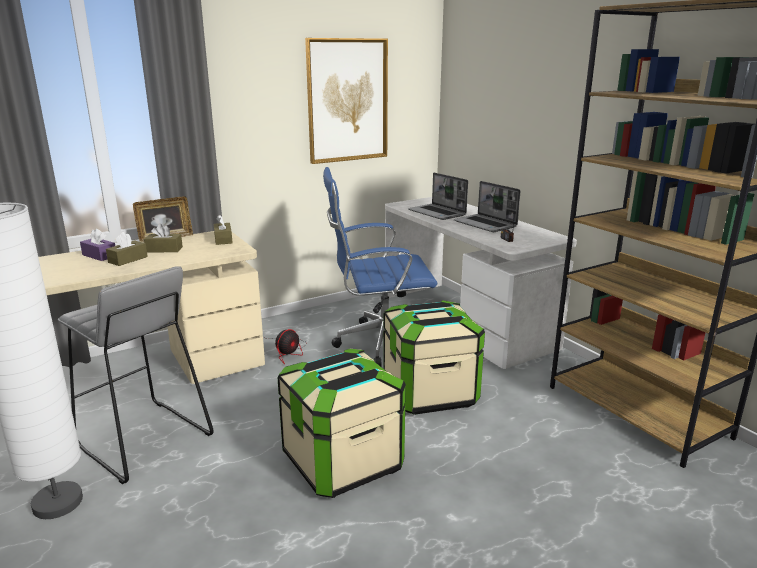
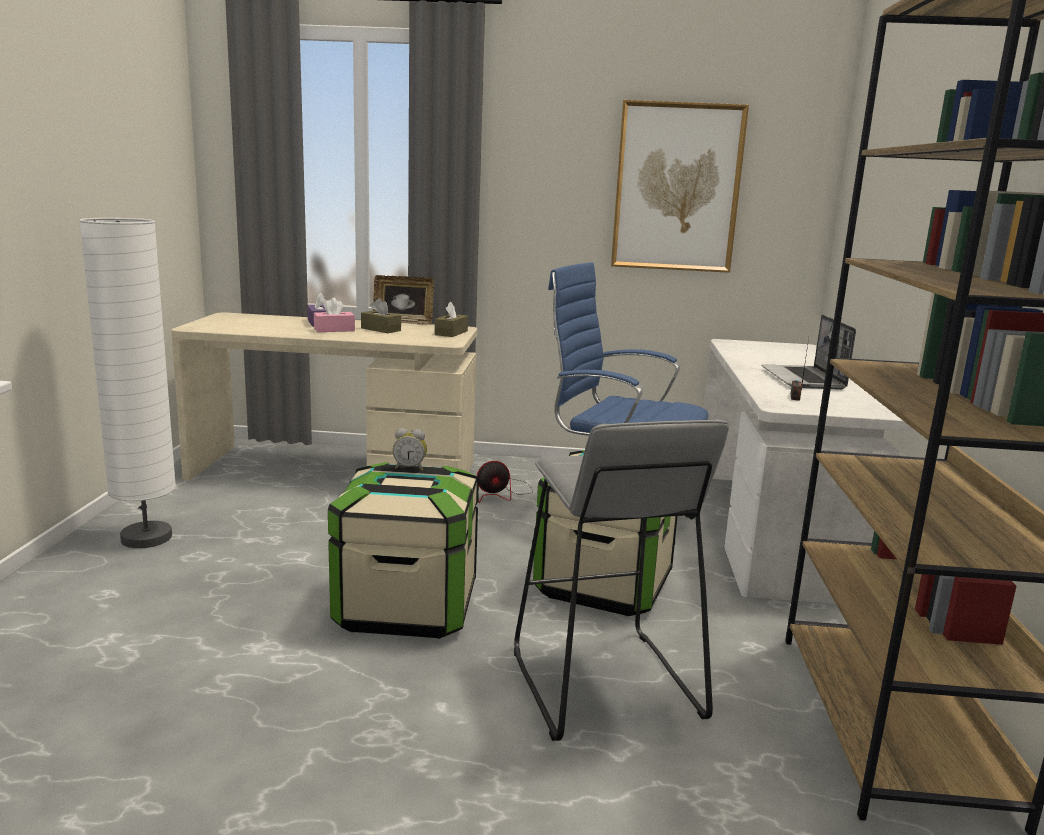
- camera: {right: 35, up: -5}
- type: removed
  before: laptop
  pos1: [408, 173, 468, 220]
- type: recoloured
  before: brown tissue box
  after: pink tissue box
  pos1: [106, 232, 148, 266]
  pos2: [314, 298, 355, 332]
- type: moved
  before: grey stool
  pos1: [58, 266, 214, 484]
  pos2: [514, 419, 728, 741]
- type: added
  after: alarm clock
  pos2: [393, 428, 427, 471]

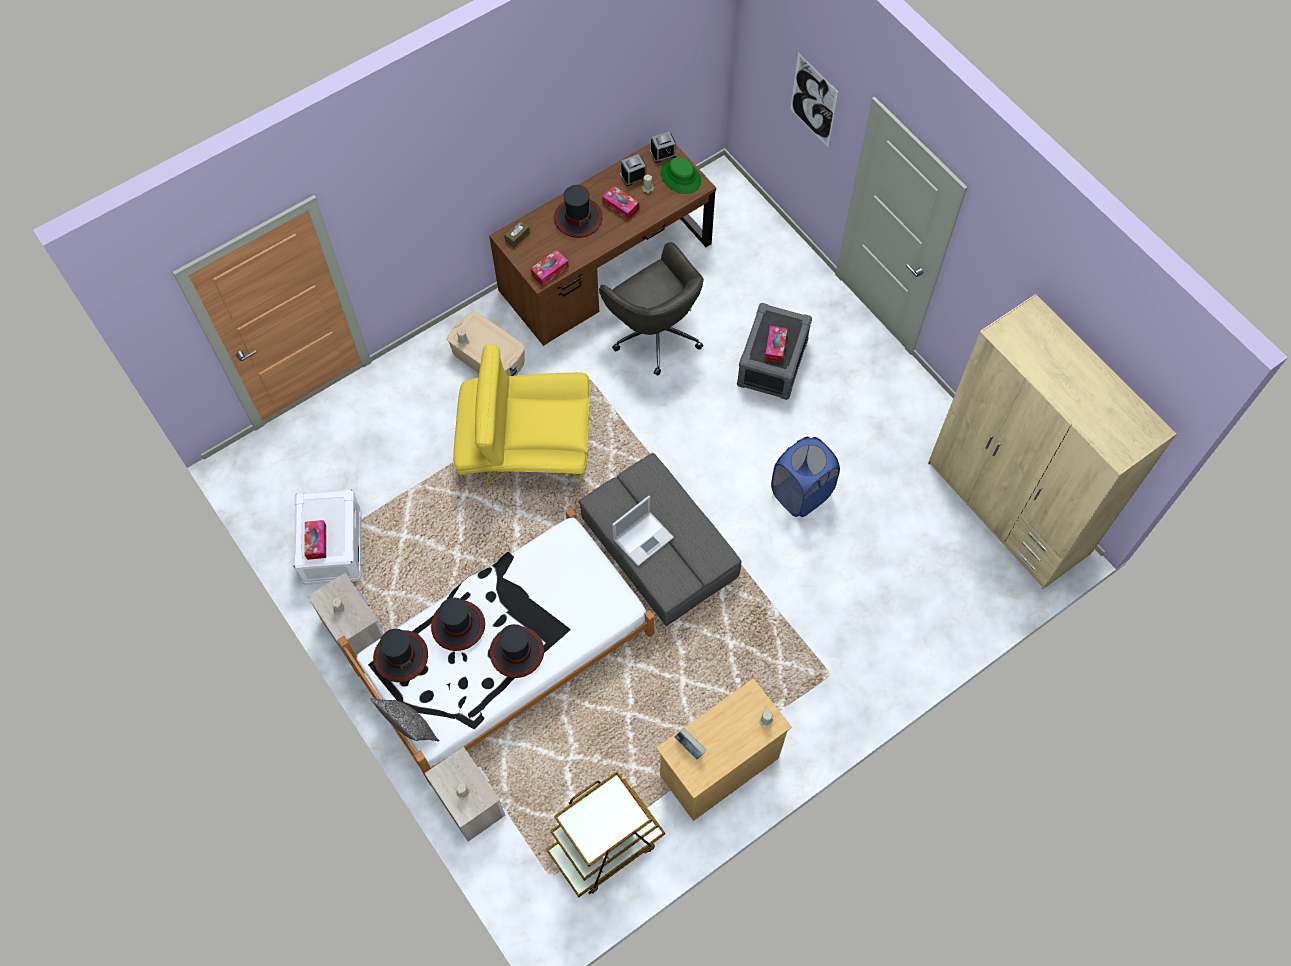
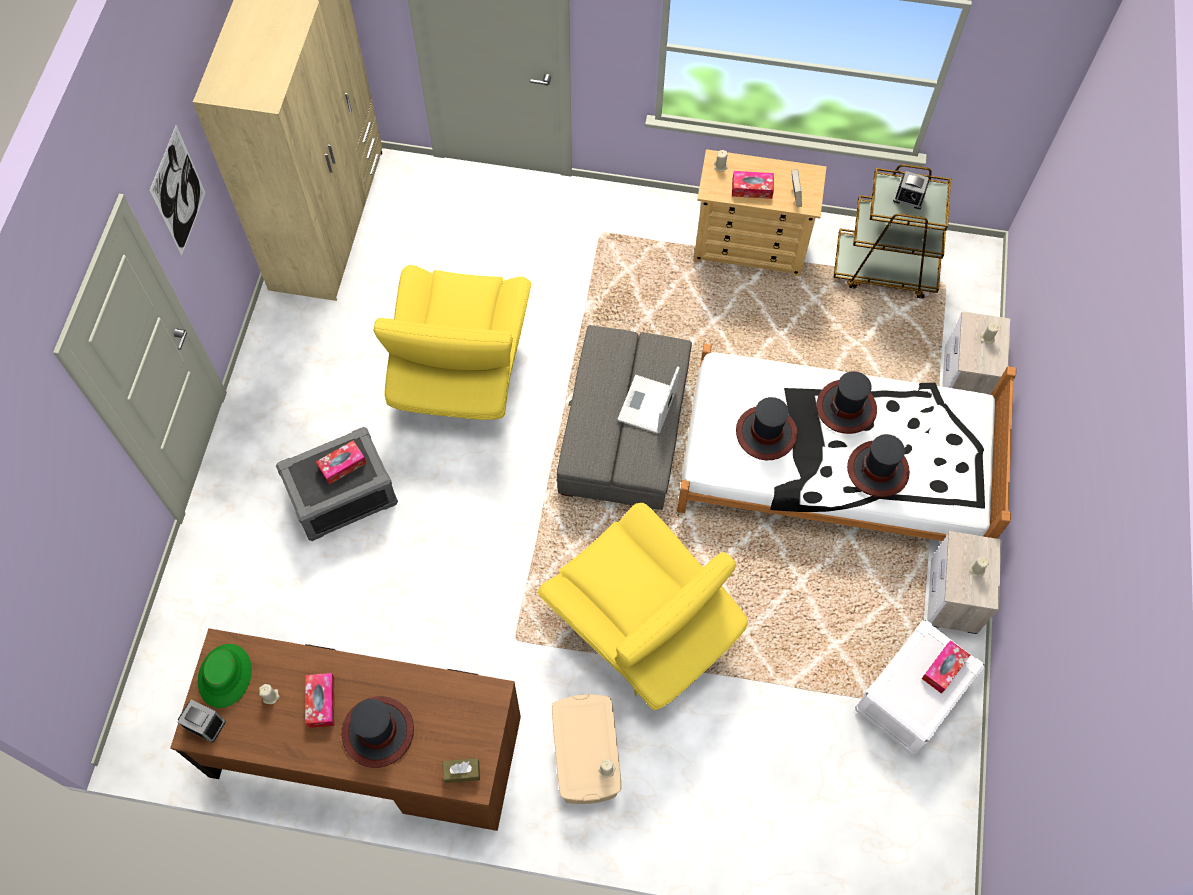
- camera: {right: -135, up: 0}
- type: moved
  before: picture
  pos1: [791, 52, 838, 147]
  pos2: [150, 125, 205, 256]
- type: moved
  before: alarm clock
  pos1: [620, 154, 646, 186]
  pos2: [893, 171, 929, 209]
- type: removed
  before: grey office chair
  pos1: [599, 242, 704, 376]
- type: moved
  before: tissue box
  pos1: [530, 250, 569, 286]
  pos2: [732, 171, 774, 199]
- type: replaced
  before: blue laundry basket
  after: yellow armchair
  pos1: [771, 437, 840, 517]
  pos2: [374, 265, 531, 420]
- type: turned
  before: laptop
  pos1: [612, 496, 674, 566]
  pos2: [617, 366, 680, 433]
  turn: -75
- type: moved
  before: hat
  pos1: [373, 629, 428, 682]
  pos2: [736, 397, 798, 460]
- type: removed
  before: pillow
  pos1: [371, 698, 440, 742]

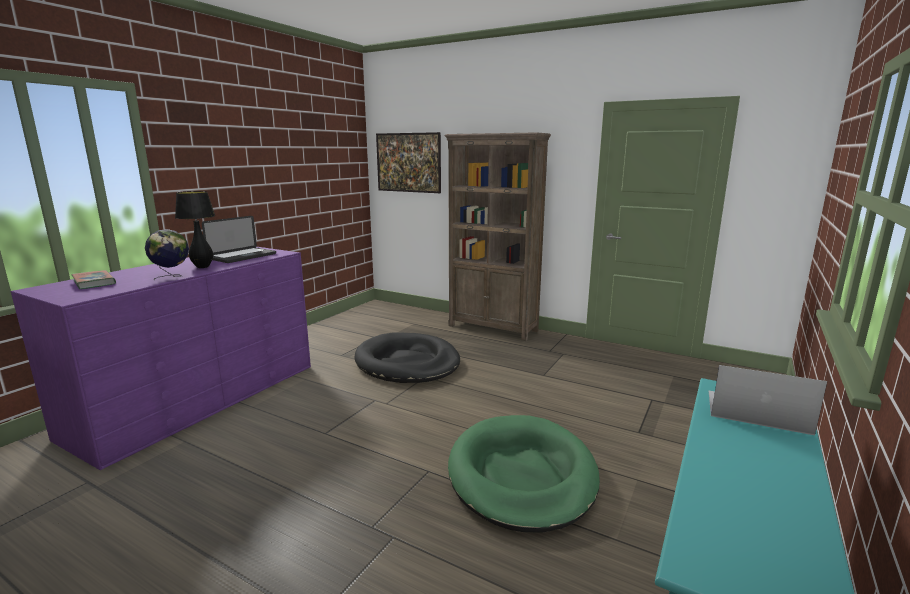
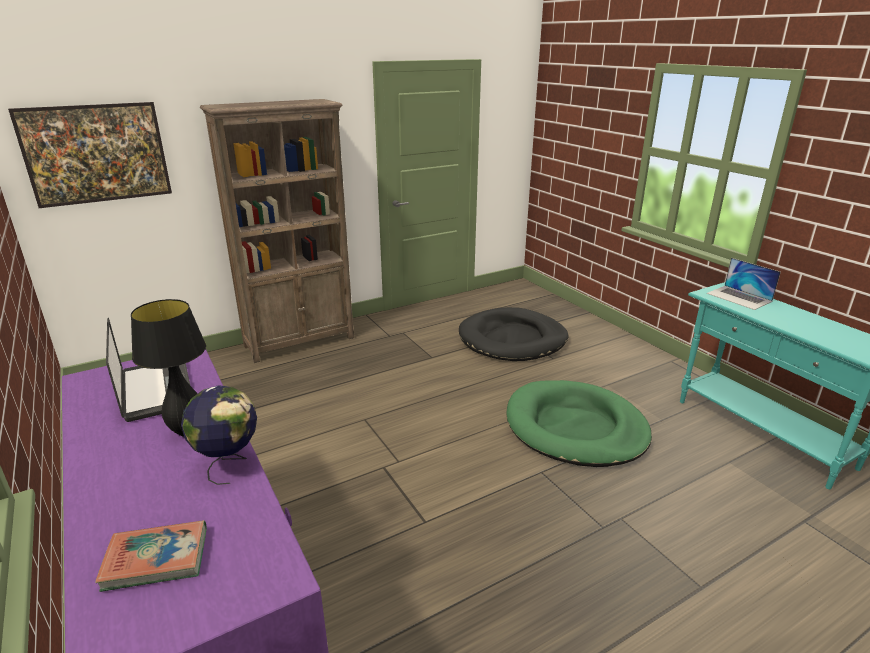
- camera: {right: -60, up: 10}
- type: moved
  before: black dog bed
  pos1: [354, 332, 460, 383]
  pos2: [459, 307, 568, 361]
- type: turned
  before: laptop
  pos1: [709, 365, 827, 435]
  pos2: [707, 258, 781, 310]
  turn: -90

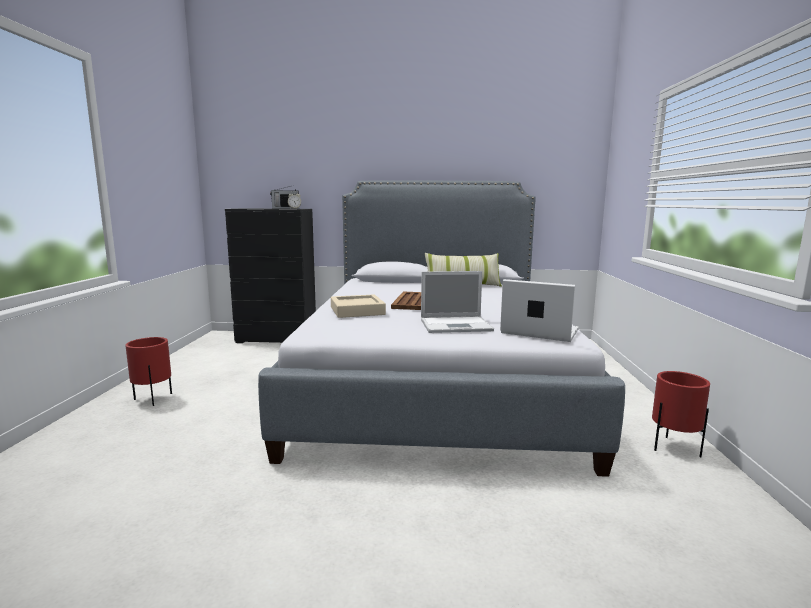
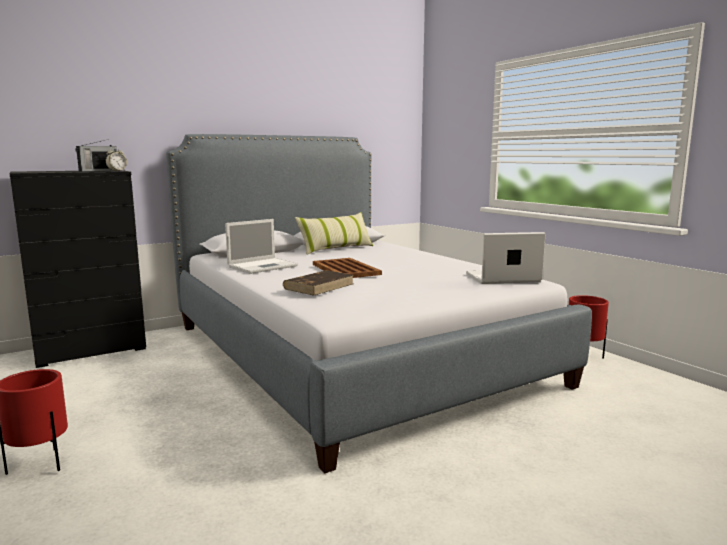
- camera: {right: -35, up: 0}
- type: moved
  before: laptop
  pos1: [421, 271, 494, 333]
  pos2: [225, 219, 298, 274]
- type: replaced
  before: beige tray
  after: brown book
  pos1: [331, 294, 386, 318]
  pos2: [283, 270, 353, 296]

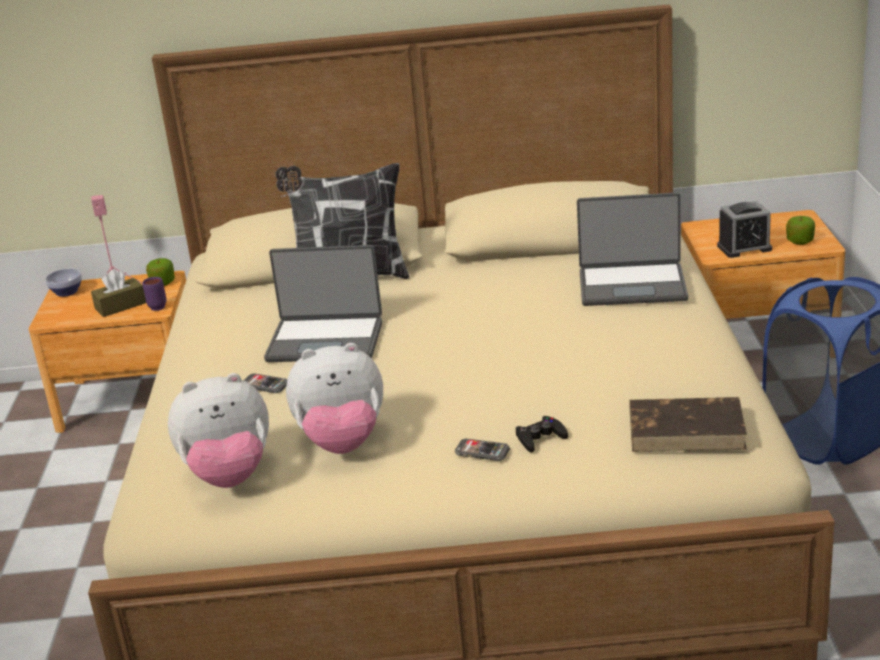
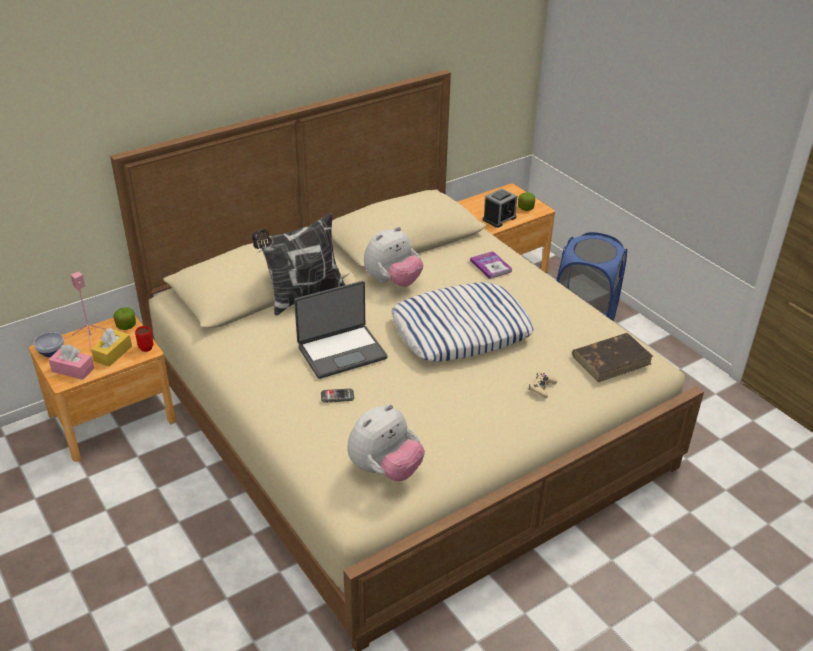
- camera: {right: -35, up: 10}
- type: replaced
  before: laptop
  after: book
  pos1: [577, 193, 688, 306]
  pos2: [470, 251, 512, 279]
- type: recoloured
  before: brown tissue box
  after: yellow tissue box
  pos1: [91, 269, 146, 317]
  pos2: [91, 328, 132, 367]
- type: recoloured
  before: purple mug
  after: red mug
  pos1: [143, 277, 167, 311]
  pos2: [135, 326, 154, 352]
- type: moved
  before: plush toy
  pos1: [286, 343, 383, 454]
  pos2: [364, 226, 423, 287]
- type: recoloured
  before: black game controller
  after: beige game controller
  pos1: [515, 416, 568, 452]
  pos2: [529, 373, 557, 398]
- type: removed
  before: phone
  pos1: [455, 439, 510, 461]
- type: added
  after: pillow
  pos2: [391, 282, 534, 362]
- type: added
  after: pink tissue box
  pos2: [49, 344, 94, 380]

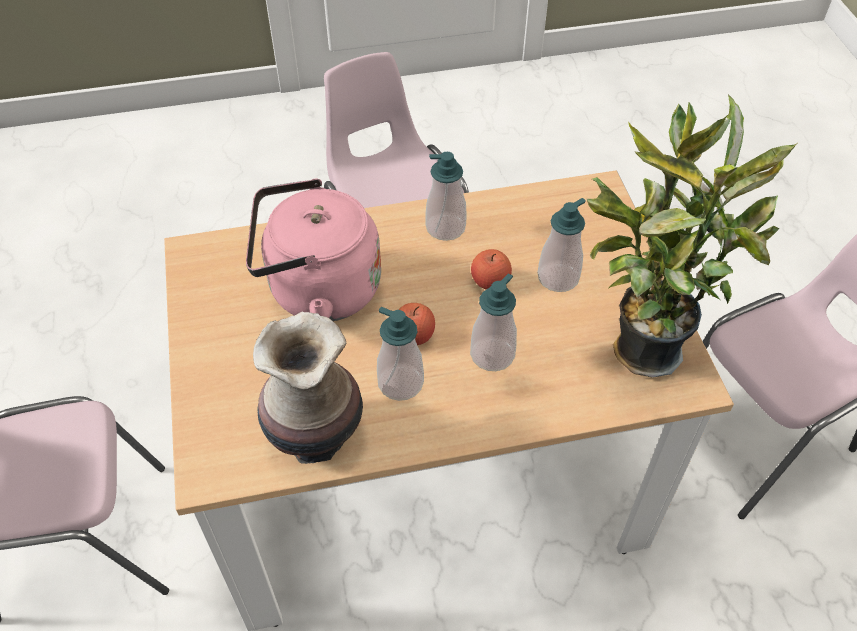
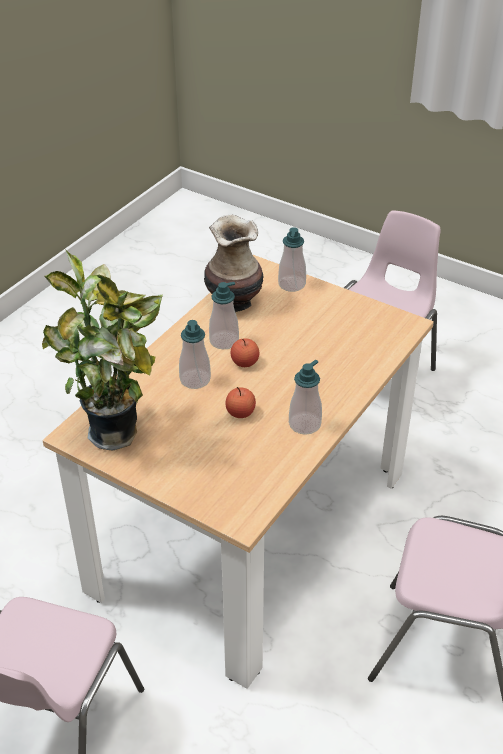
- camera: {right: 135, up: -10}
- type: removed
  before: pink kettle
  pos1: [246, 179, 381, 321]
- type: moved
  before: soap dispenser
  pos1: [537, 198, 586, 292]
  pos2: [278, 227, 306, 292]

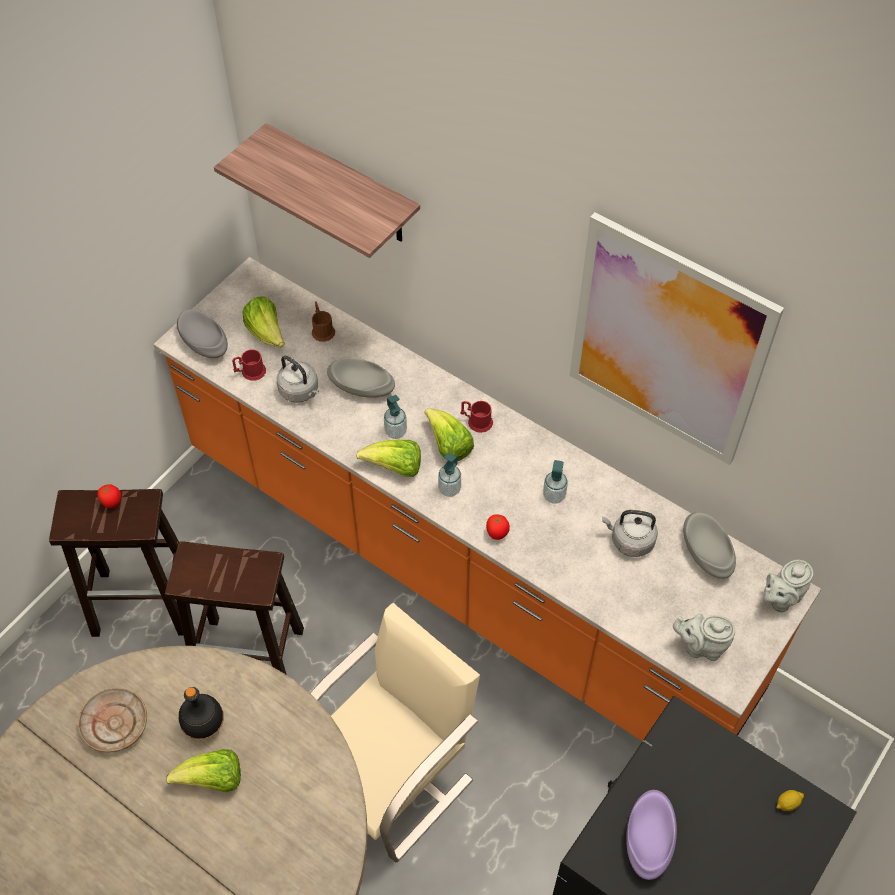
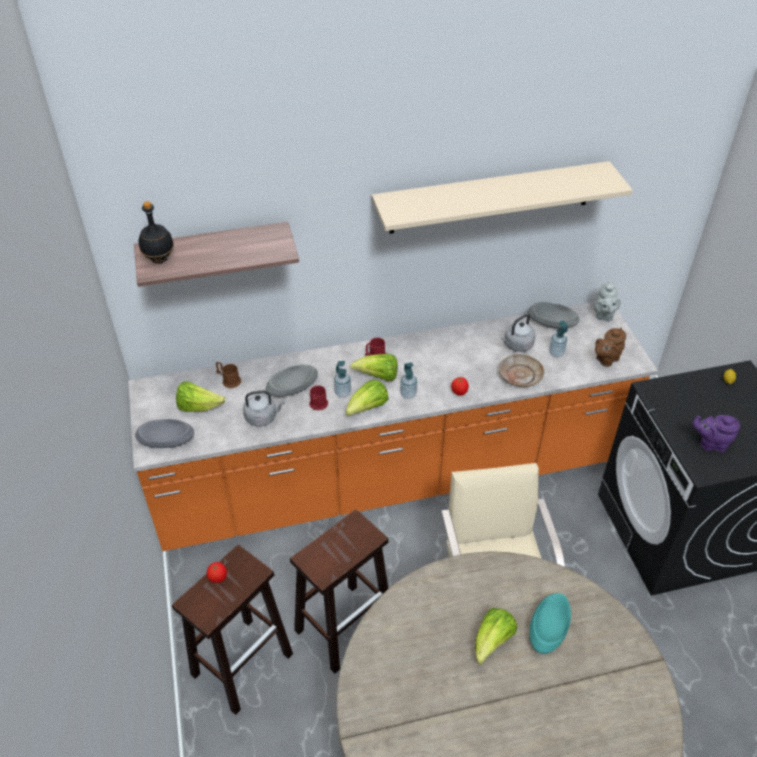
- camera: {right: -50, up: -10}
- type: replaced
  before: picture
  after: beige shelf
  pos1: [570, 212, 784, 465]
  pos2: [372, 161, 633, 234]
- type: moved
  before: red mug
  pos1: [232, 349, 266, 381]
  pos2: [309, 385, 328, 410]
- type: moved
  before: soap dispenser
  pos1: [543, 460, 568, 504]
  pos2: [549, 320, 568, 357]
- type: recoloured
  before: grey teapot
  after: brown teapot
  pos1: [673, 613, 735, 661]
  pos2: [595, 328, 626, 367]
- type: moved
  before: beige plate
  pos1: [78, 687, 147, 753]
  pos2: [499, 354, 544, 387]
- type: moved
  before: black bottle
  pos1: [179, 687, 224, 740]
  pos2: [139, 201, 174, 263]
- type: replaced
  before: purple bowl
  after: purple teapot
  pos1: [626, 790, 677, 880]
  pos2: [692, 415, 740, 453]
- type: added
  after: turquoise bowl
  pos2: [529, 593, 571, 654]

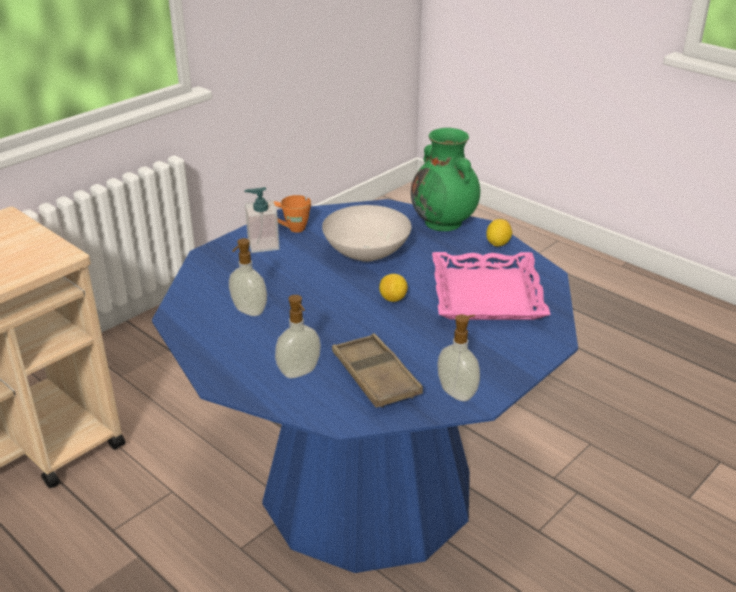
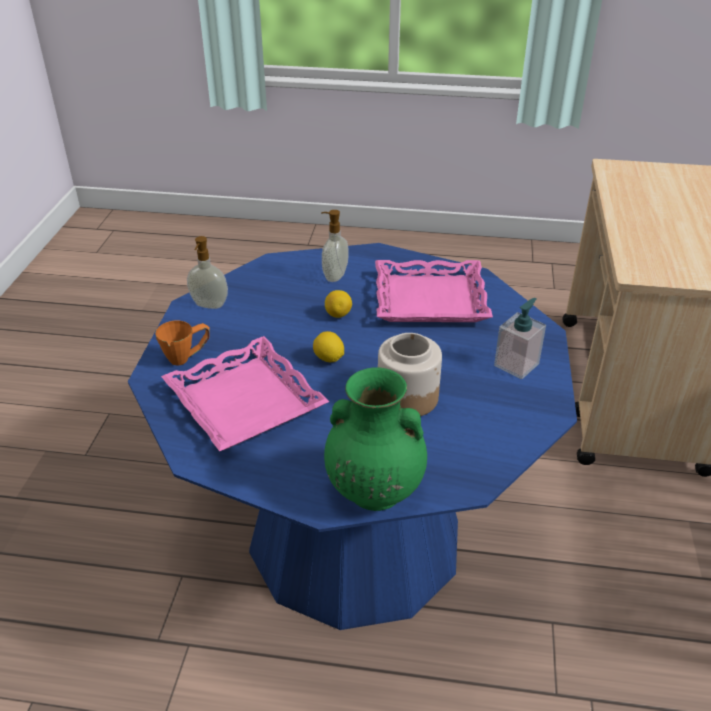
- camera: {right: 145, up: 5}
- type: moved
  before: orange mug
  pos1: [274, 195, 311, 233]
  pos2: [155, 321, 210, 365]
- type: replaced
  before: white bowl
  after: jar
  pos1: [322, 205, 411, 262]
  pos2: [378, 333, 442, 416]
- type: moved
  before: lemon
  pos1: [486, 219, 512, 247]
  pos2: [325, 290, 352, 318]
- type: replaced
  before: soap dispenser
  after: pink tray
  pos1: [229, 238, 267, 316]
  pos2: [375, 260, 493, 322]
- type: removed
  before: brown tray
  pos1: [332, 333, 423, 408]

